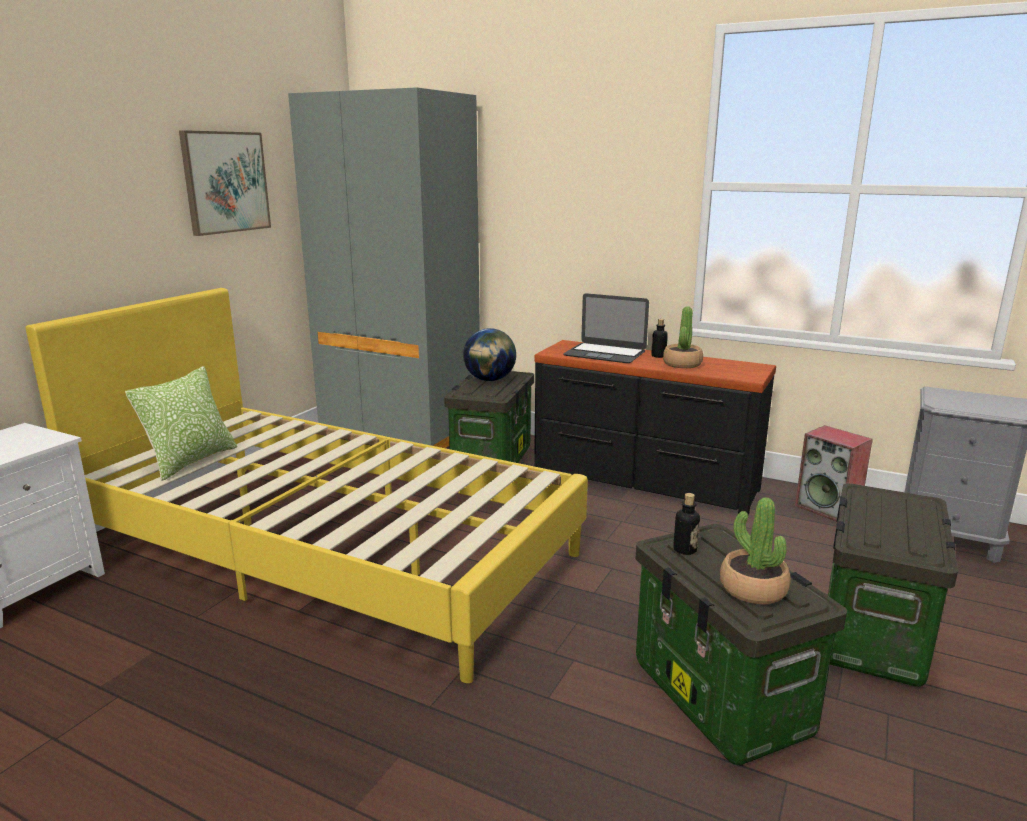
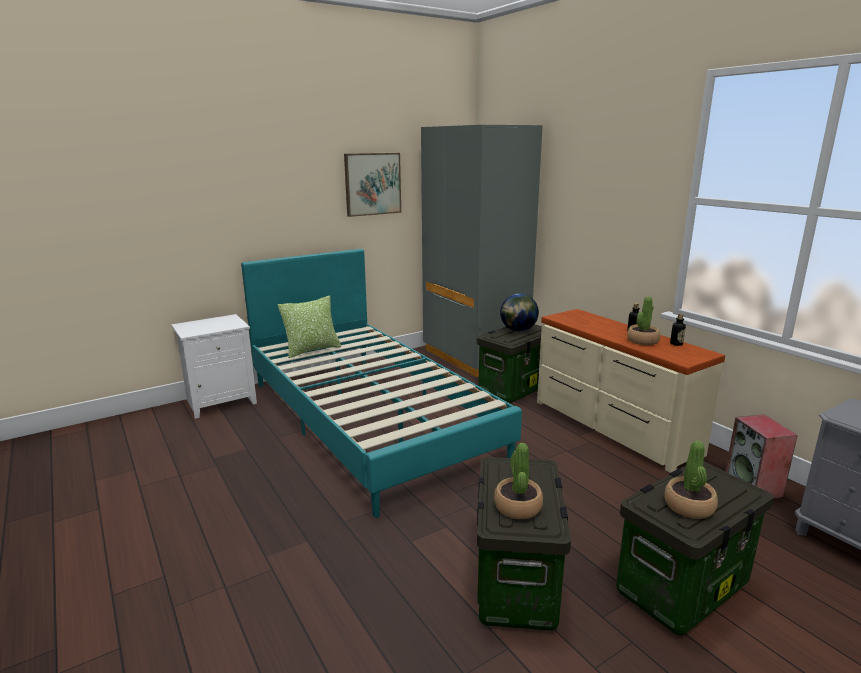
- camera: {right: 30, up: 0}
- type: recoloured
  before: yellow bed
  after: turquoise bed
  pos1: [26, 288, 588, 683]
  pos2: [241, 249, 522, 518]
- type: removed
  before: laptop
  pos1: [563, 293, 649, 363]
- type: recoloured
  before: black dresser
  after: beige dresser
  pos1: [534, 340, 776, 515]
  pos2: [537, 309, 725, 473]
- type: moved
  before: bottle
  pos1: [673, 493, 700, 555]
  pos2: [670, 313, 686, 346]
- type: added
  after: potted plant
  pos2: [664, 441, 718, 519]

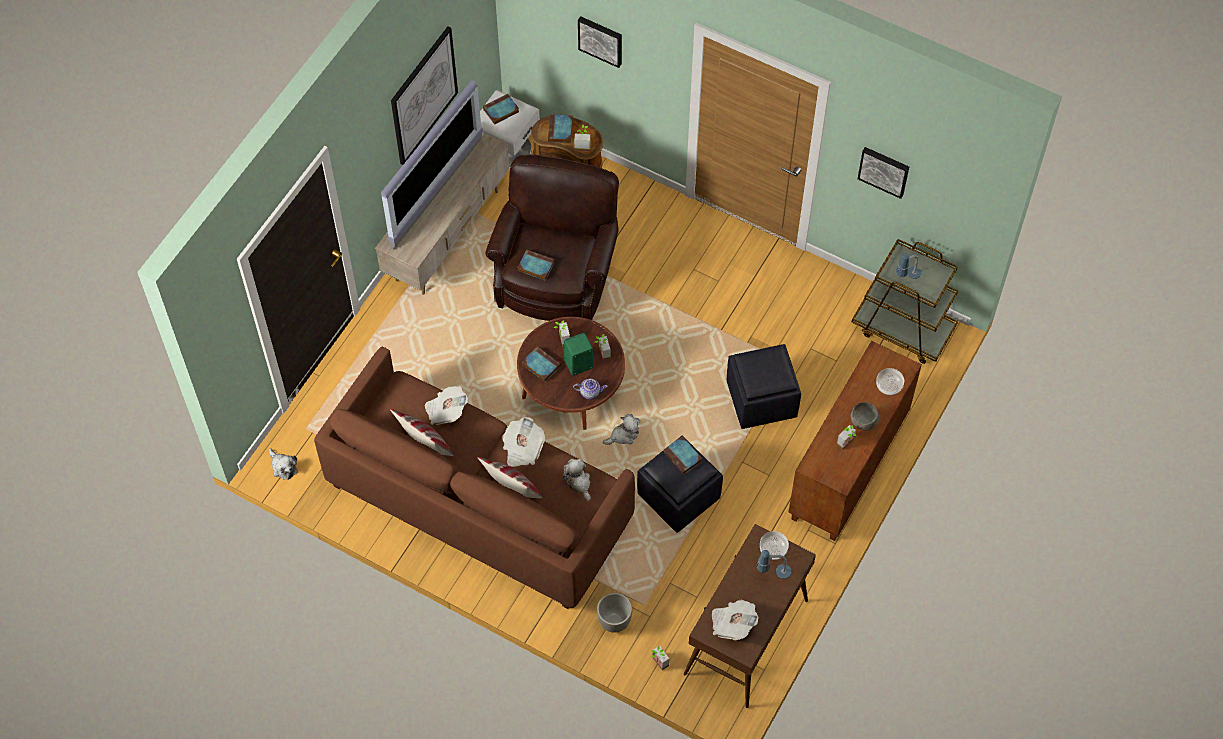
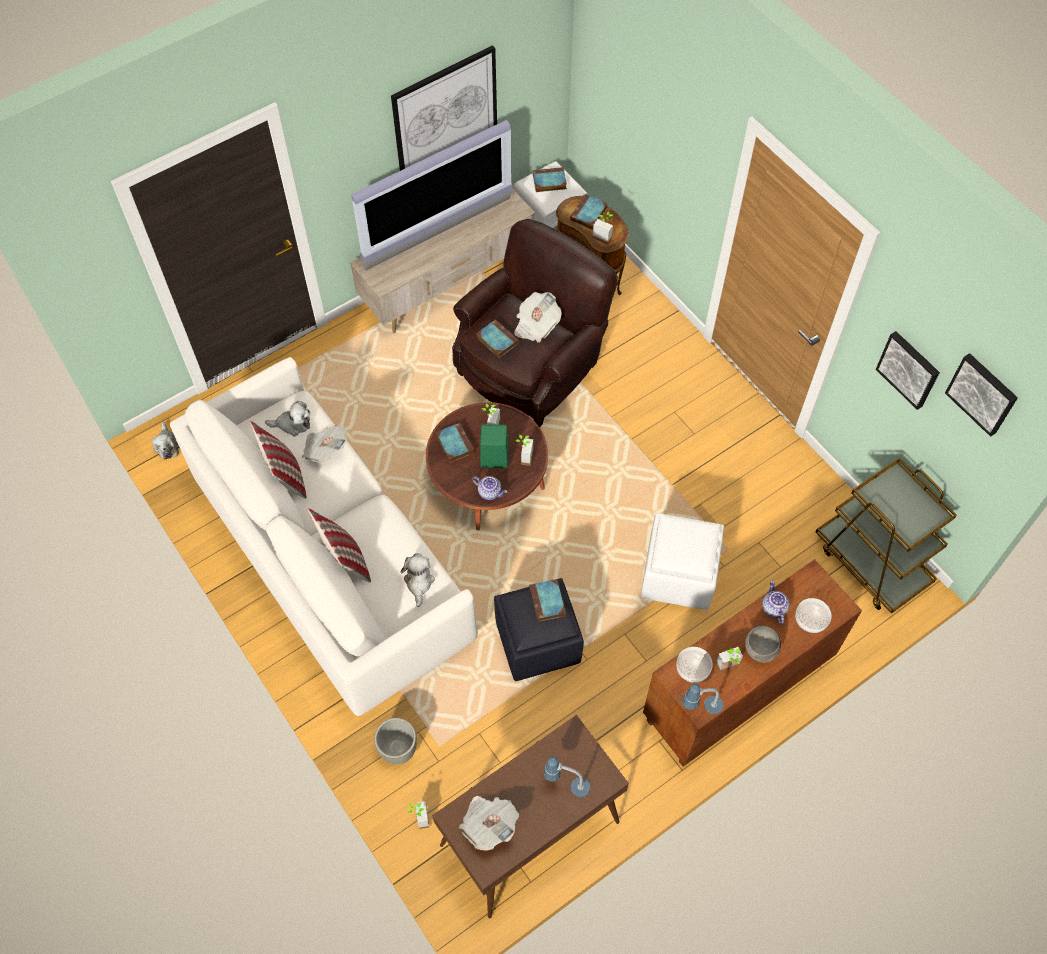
- camera: {right: 25, up: 0}
- type: moved
  before: picture
  pos1: [578, 16, 622, 68]
  pos2: [945, 353, 1018, 437]
- type: moved
  before: table lamp
  pos1: [896, 253, 921, 279]
  pos2: [682, 683, 724, 714]
- type: recoloured
  before: black ottoman
  after: white ottoman
  pos1: [727, 344, 801, 429]
  pos2: [641, 513, 724, 610]
- type: recoloured
  before: brown sofa
  after: white sofa
  pos1: [314, 347, 635, 609]
  pos2: [170, 357, 478, 716]
- type: moved
  before: plush toy
  pos1: [603, 414, 640, 445]
  pos2: [265, 401, 310, 437]
- type: moved
  before: newspaper
  pos1: [502, 417, 545, 467]
  pos2: [514, 292, 561, 342]
- type: moved
  before: bowl
  pos1: [760, 531, 789, 560]
  pos2: [676, 647, 713, 683]
- type: added
  after: teapot
  pos2: [762, 580, 790, 624]

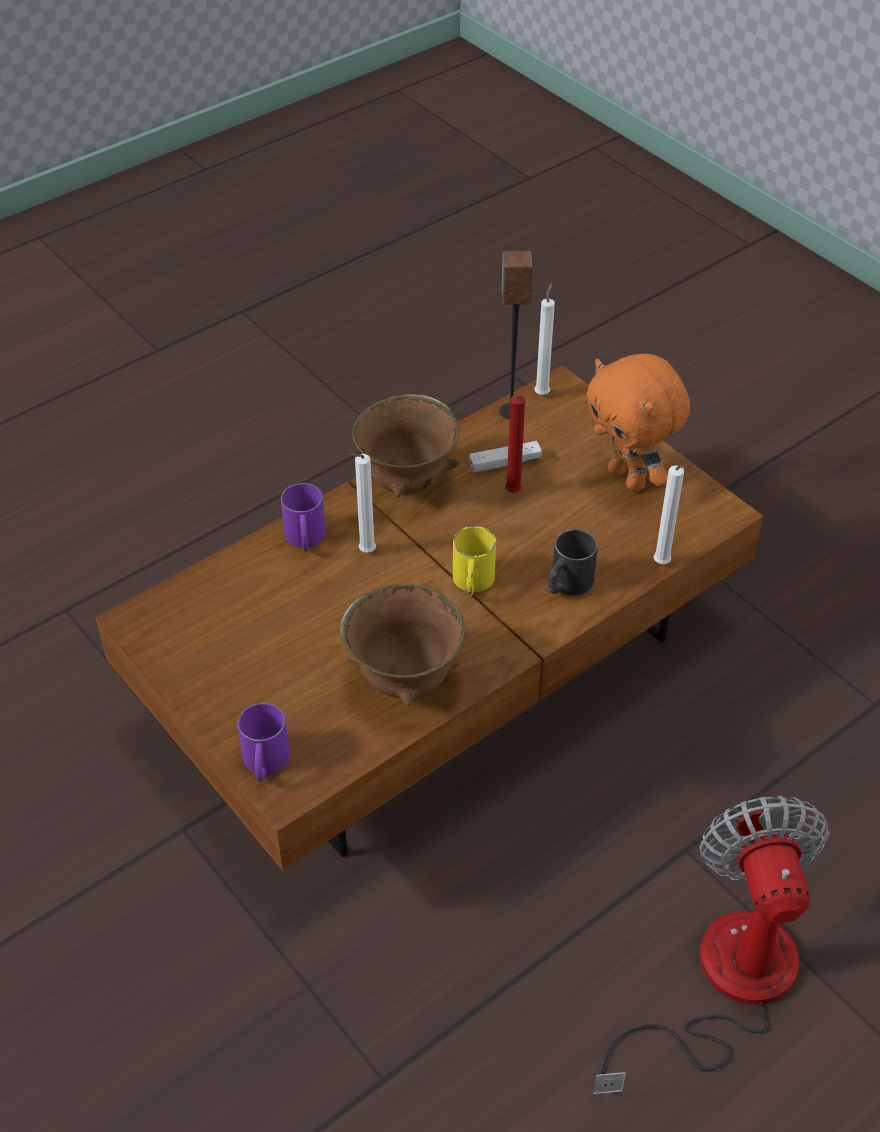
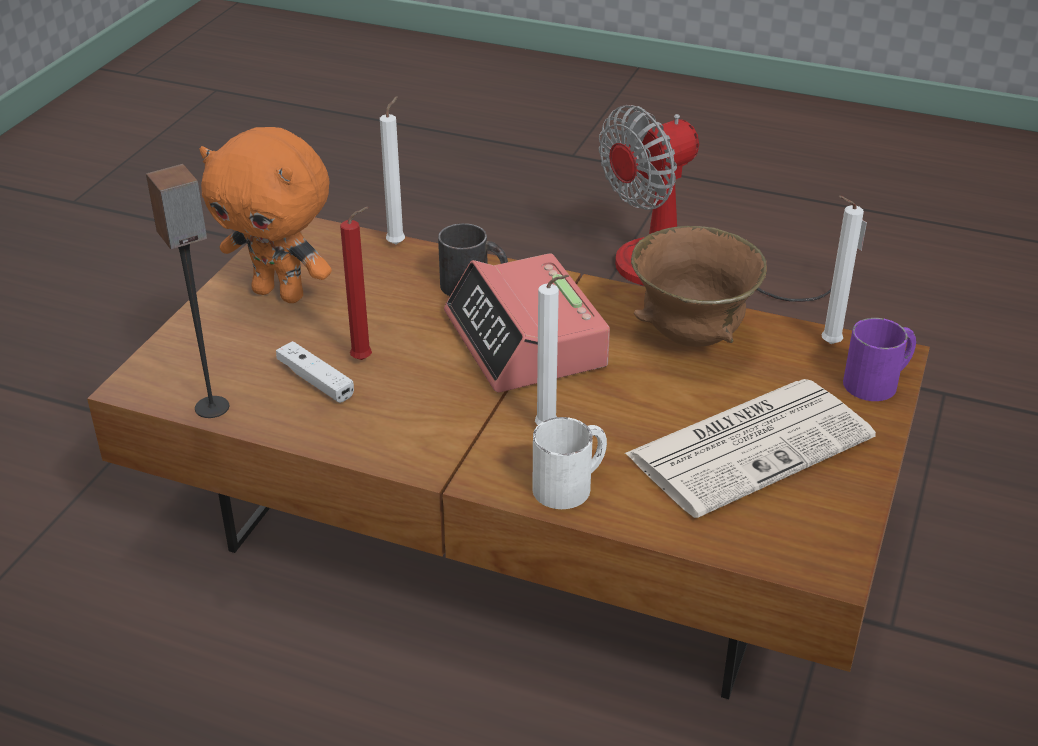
- camera: {right: -120, up: -10}
- type: moved
  before: white candle
  pos1: [534, 283, 555, 395]
  pos2: [821, 196, 864, 344]
- type: turned
  before: orange plush toy
  pos1: [586, 354, 690, 492]
  pos2: [199, 127, 332, 303]
  turn: 90
- type: removed
  before: brown bowl
  pos1: [352, 394, 461, 498]
- type: recoloured
  before: purple mug
  after: white mug
  pos1: [281, 483, 326, 551]
  pos2: [533, 417, 607, 509]
- type: replaced
  before: yellow mug
  after: alarm clock
  pos1: [453, 526, 496, 596]
  pos2: [444, 253, 610, 392]
- type: added
  after: newspaper
  pos2: [624, 379, 876, 518]

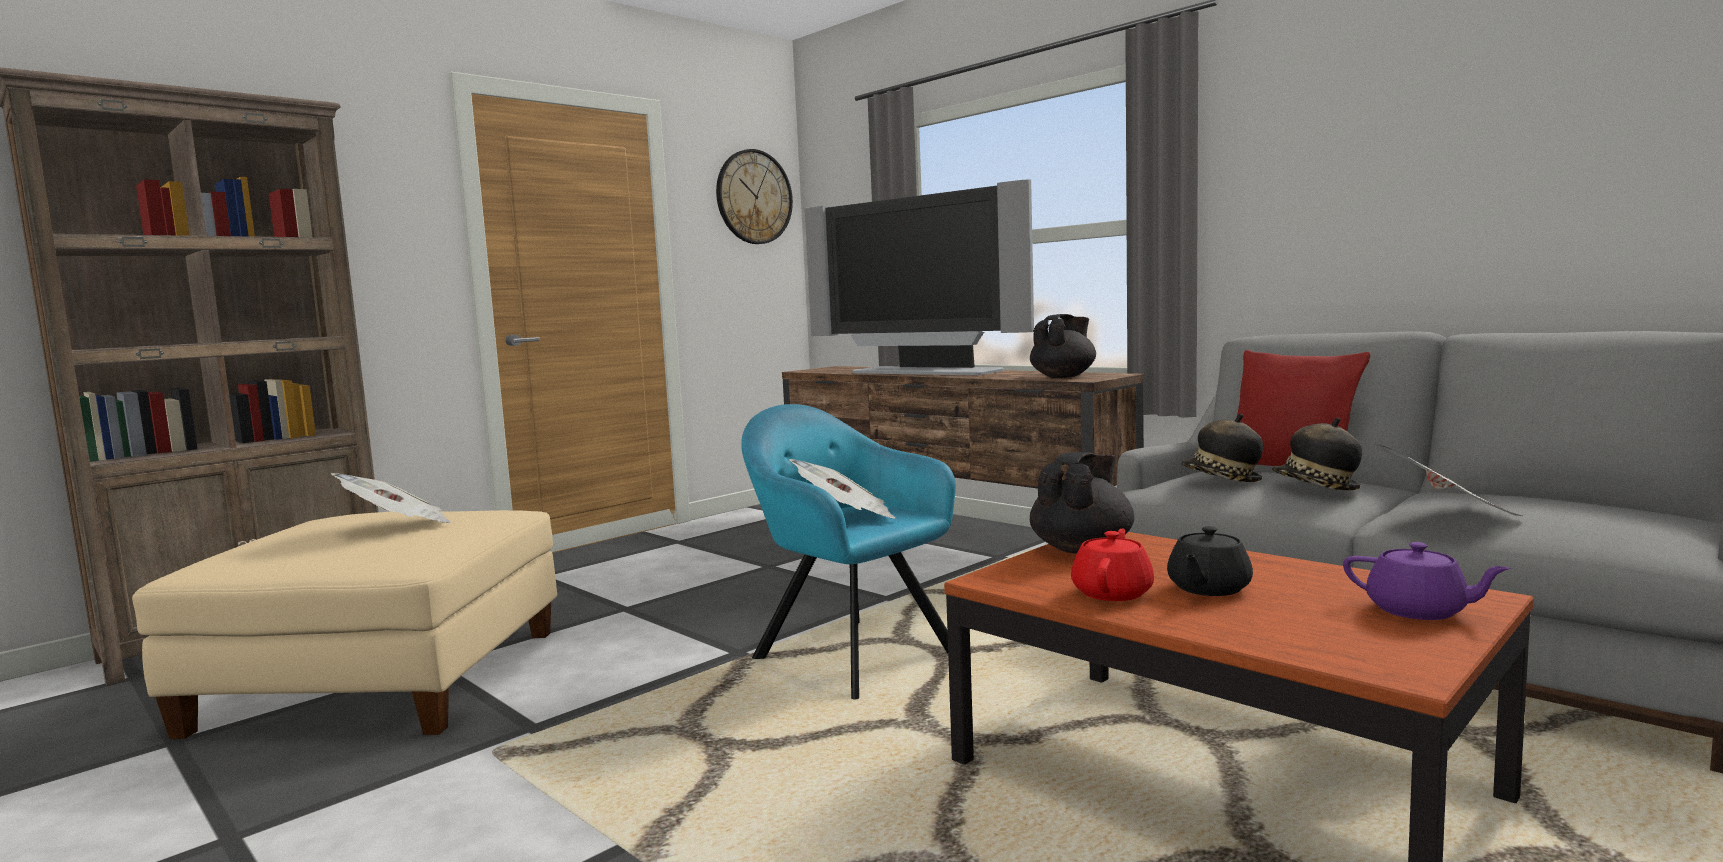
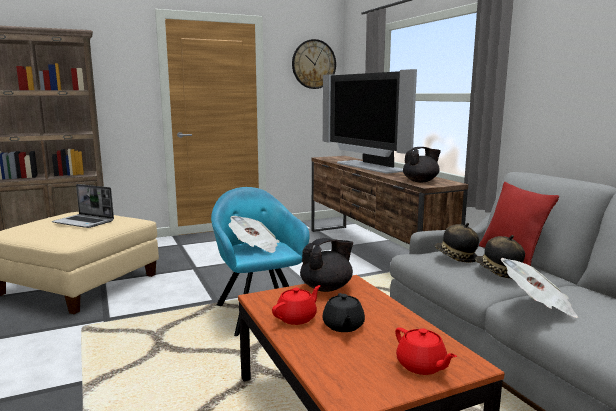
- camera: {right: 20, up: 5}
- type: replaced
  before: newspaper
  after: laptop
  pos1: [331, 473, 452, 523]
  pos2: [52, 184, 114, 228]
- type: turned
  before: black teapot
  pos1: [1167, 526, 1253, 596]
  pos2: [322, 293, 365, 332]
  turn: -60
- type: recoloured
  before: purple teapot
  after: red teapot
  pos1: [1343, 542, 1511, 620]
  pos2: [395, 327, 457, 375]

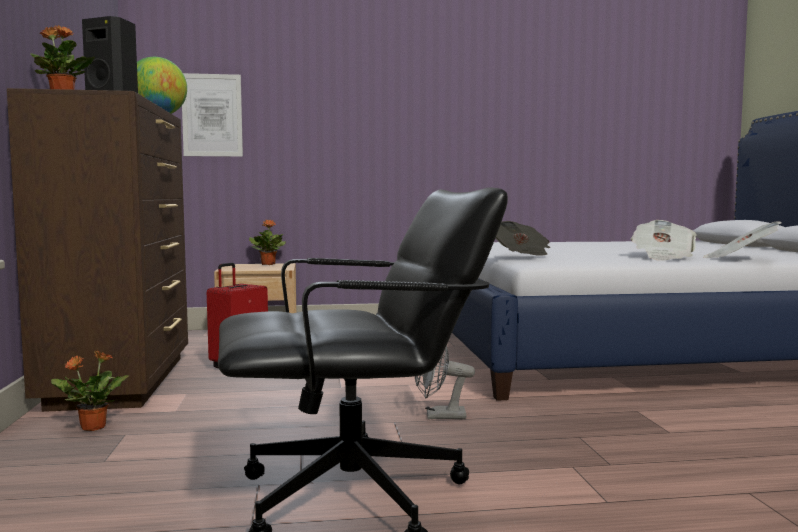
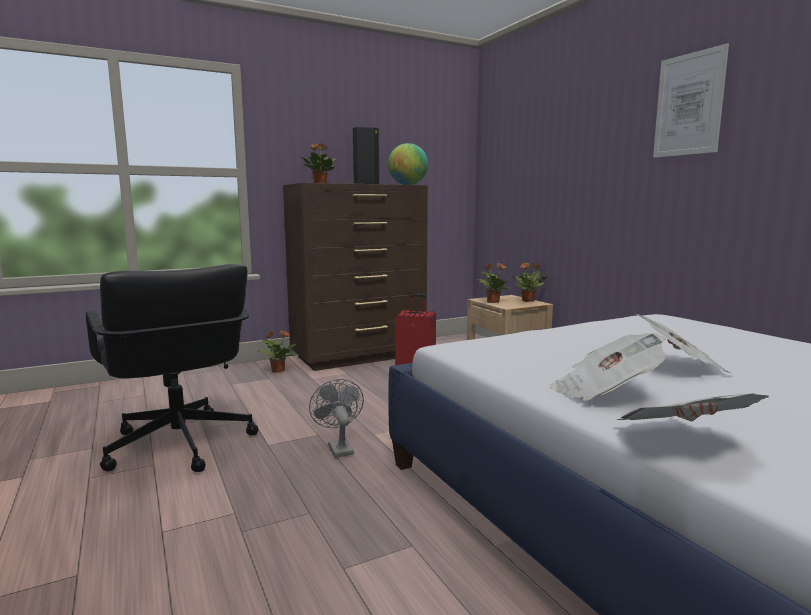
- camera: {right: 70, up: 5}
- type: moved
  before: picture
  pos1: [182, 73, 243, 157]
  pos2: [653, 43, 729, 158]
- type: moved
  before: newspaper
  pos1: [495, 221, 550, 256]
  pos2: [636, 314, 731, 373]
- type: added
  after: potted plant
  pos2: [477, 263, 510, 303]

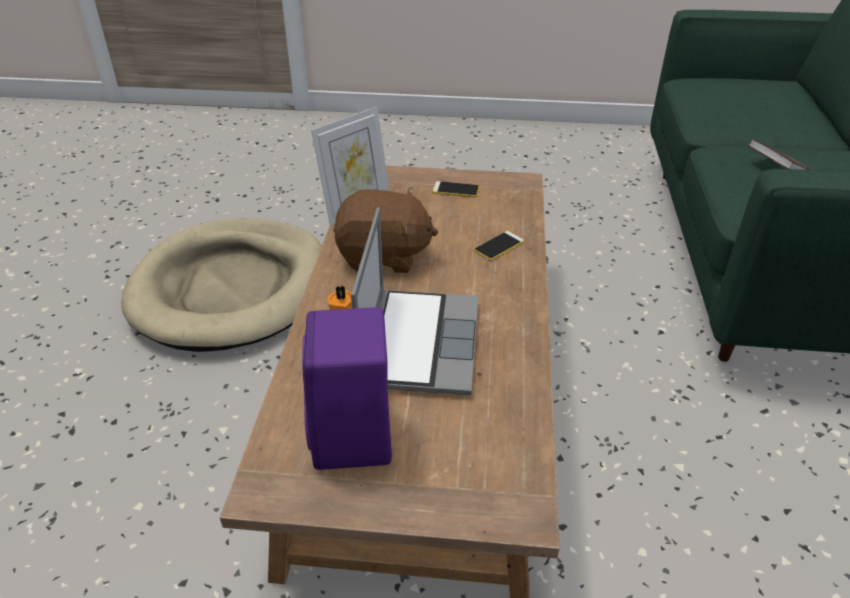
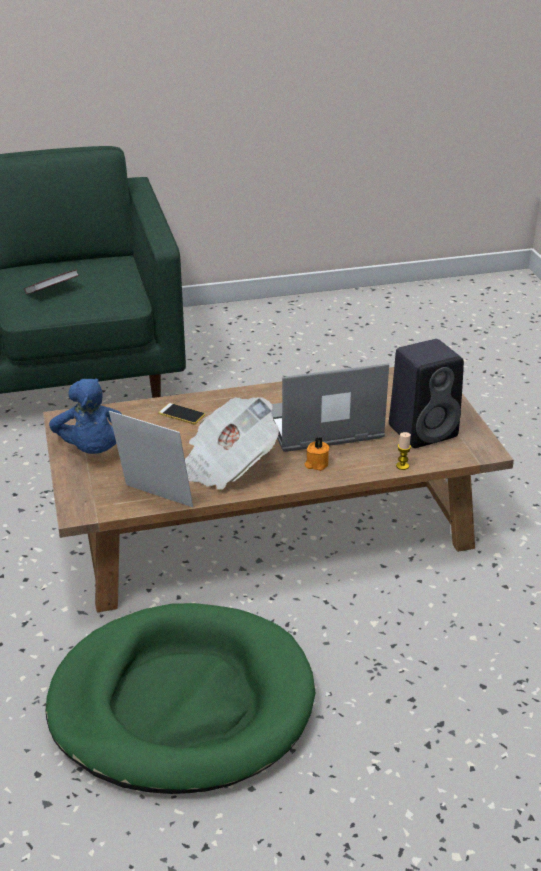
- camera: {right: -110, up: -5}
- type: replaced
  before: phone
  after: blue plush toy
  pos1: [432, 181, 480, 197]
  pos2: [49, 378, 121, 454]
- type: replaced
  before: brown plush toy
  after: newspaper
  pos1: [333, 187, 438, 273]
  pos2: [185, 397, 279, 490]
- type: recoloured
  before: beige dog bed
  after: green dog bed
  pos1: [121, 219, 322, 352]
  pos2: [45, 603, 316, 794]
- type: recoloured
  before: purple speaker
  after: black speaker
  pos1: [302, 307, 392, 470]
  pos2: [389, 339, 464, 448]
- type: added
  after: candle
  pos2: [396, 432, 411, 470]

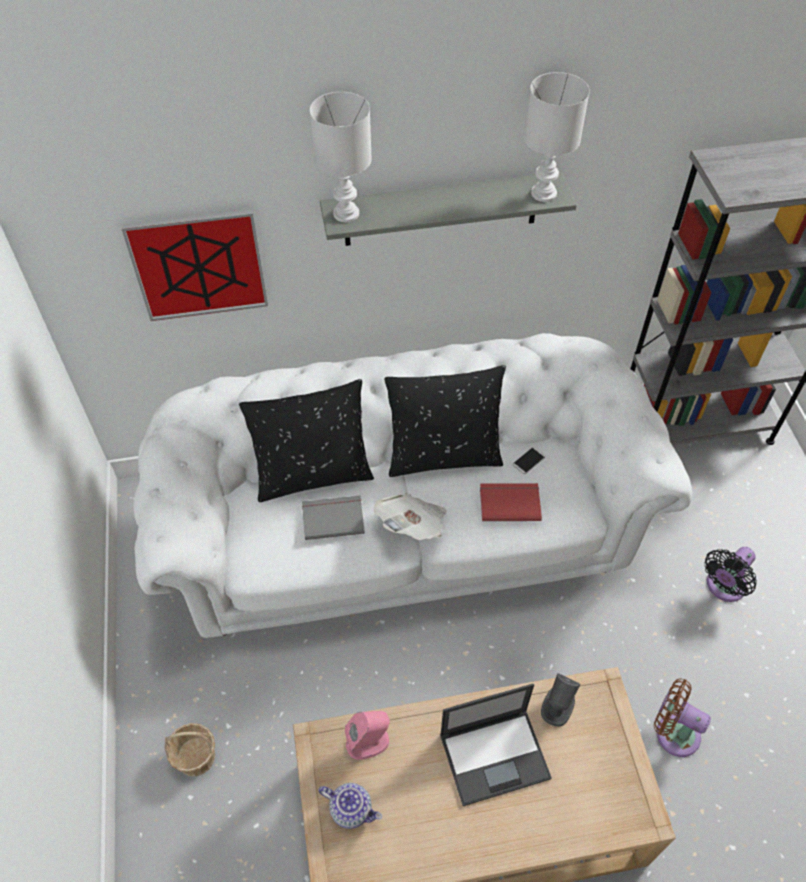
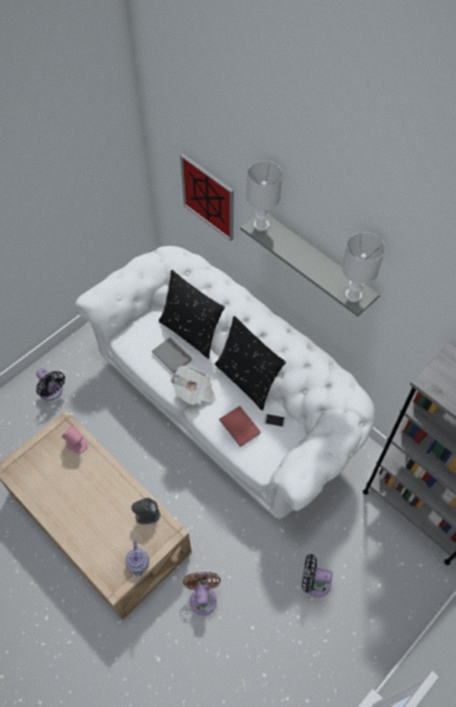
- camera: {right: 55, up: 5}
- type: removed
  before: laptop
  pos1: [440, 684, 552, 806]
- type: replaced
  before: basket
  after: black fan
  pos1: [164, 723, 215, 777]
  pos2: [36, 368, 65, 401]
- type: moved
  before: teapot
  pos1: [318, 783, 382, 829]
  pos2: [125, 541, 149, 579]

